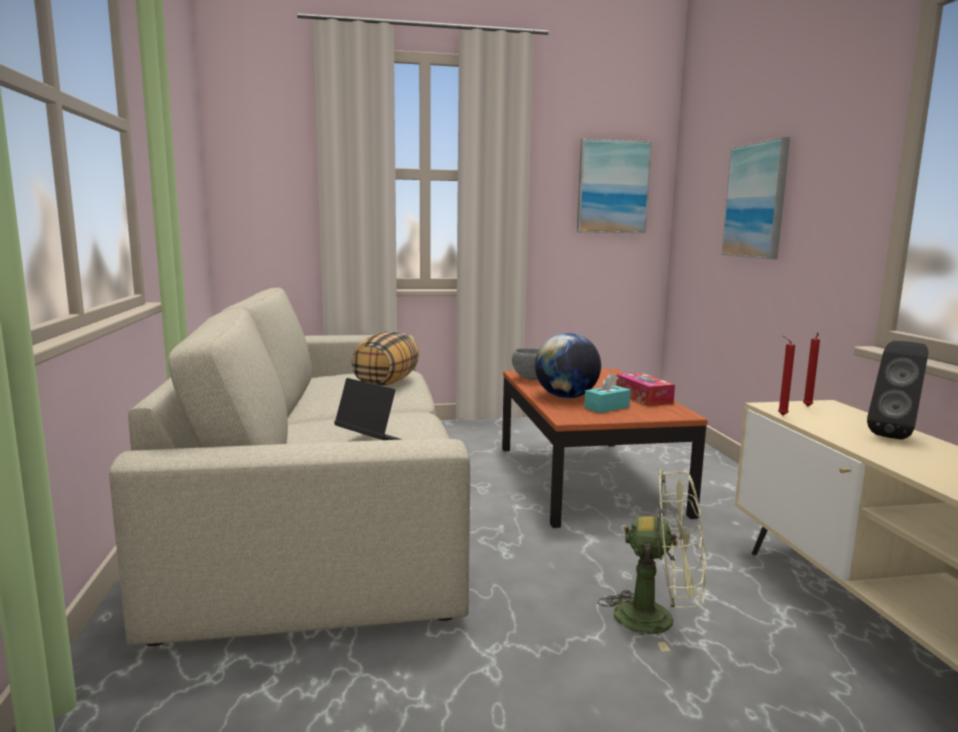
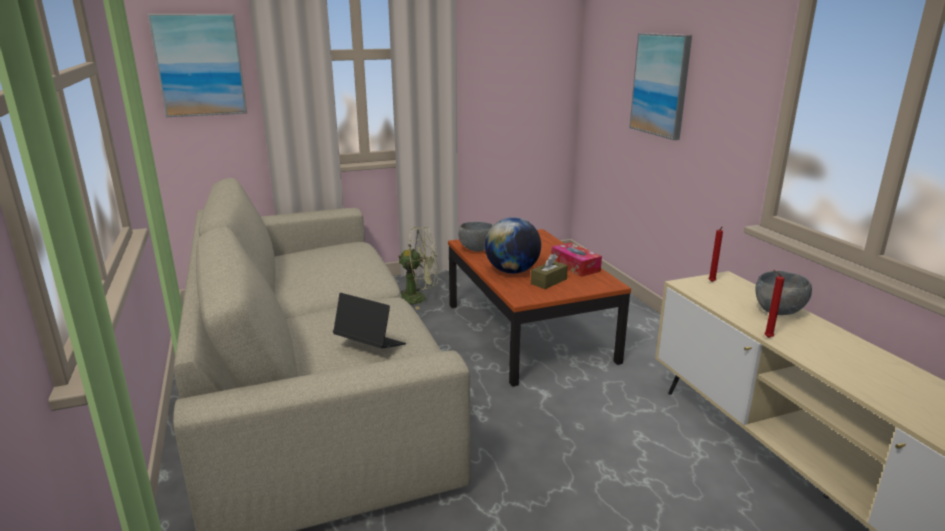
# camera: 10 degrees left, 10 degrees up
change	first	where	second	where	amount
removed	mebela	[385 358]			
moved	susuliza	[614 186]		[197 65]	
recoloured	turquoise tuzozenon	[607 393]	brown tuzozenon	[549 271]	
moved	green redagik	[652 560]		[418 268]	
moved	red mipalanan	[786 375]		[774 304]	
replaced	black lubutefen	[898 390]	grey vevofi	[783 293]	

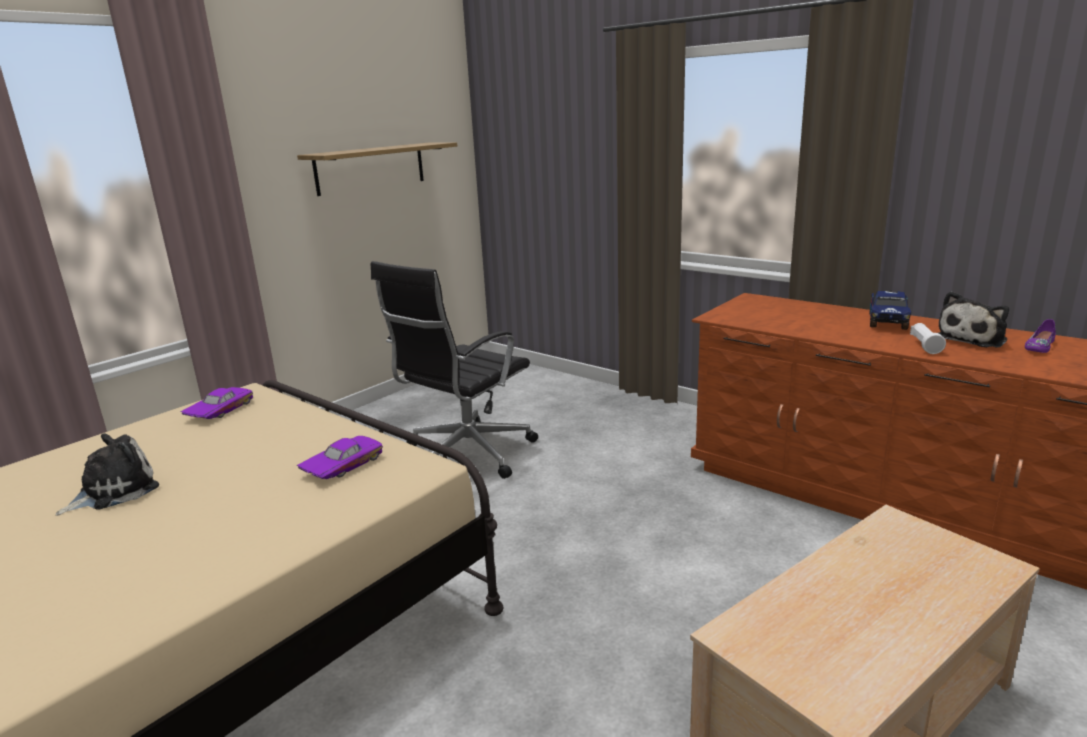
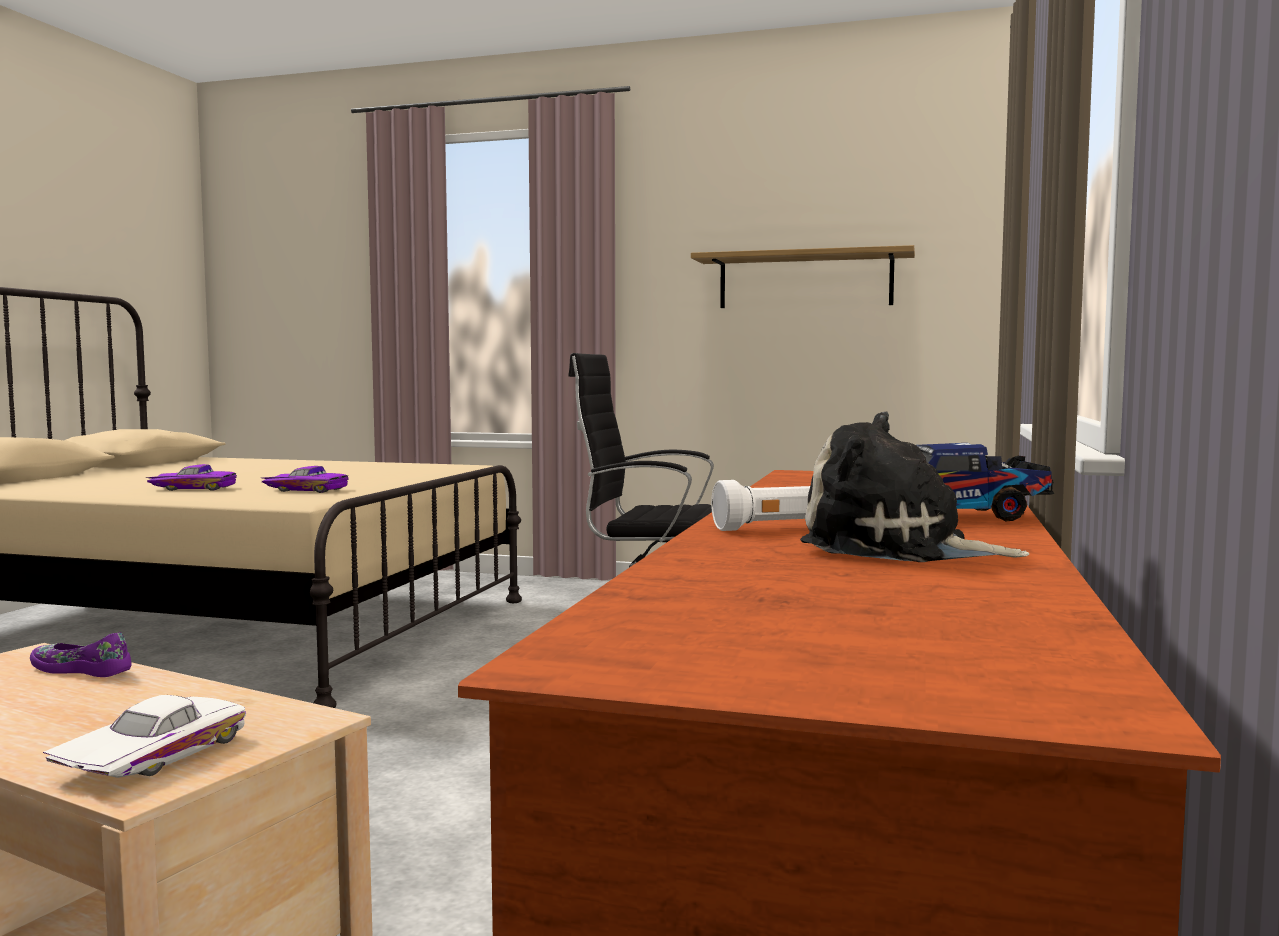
# camera: 65 degrees right, 15 degrees down
change	first	where	second	where	amount
removed	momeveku	[107 474]			
moved	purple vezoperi	[217 403]		[191 477]	
moved	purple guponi	[1040 336]		[81 654]	
added			white vezoperi	[144 736]	

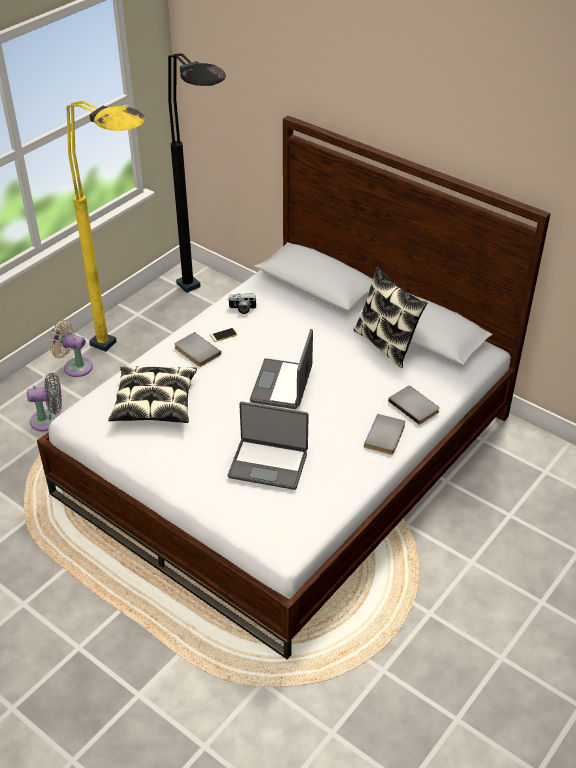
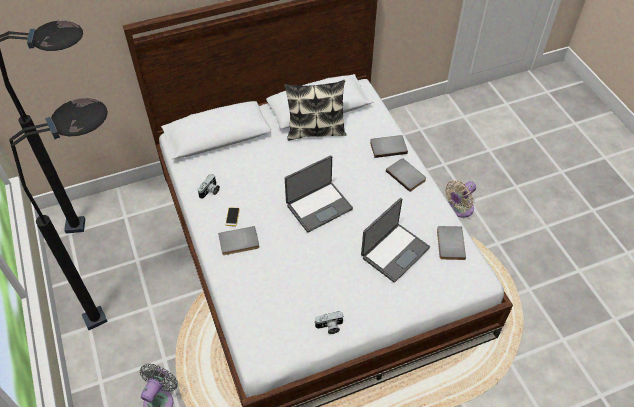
# camera: 60 degrees left, 10 degrees up
change	first	where	second	where	amount
moved	beige redagik	[71 348]		[460 199]	
recoloured	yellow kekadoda	[105 226]	black kekadoda	[58 214]	
removed	mebela	[152 394]			
turned	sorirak	[281 369]		[319 193]	75 degrees counterclockwise
added			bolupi	[329 322]	
added			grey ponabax	[451 243]	

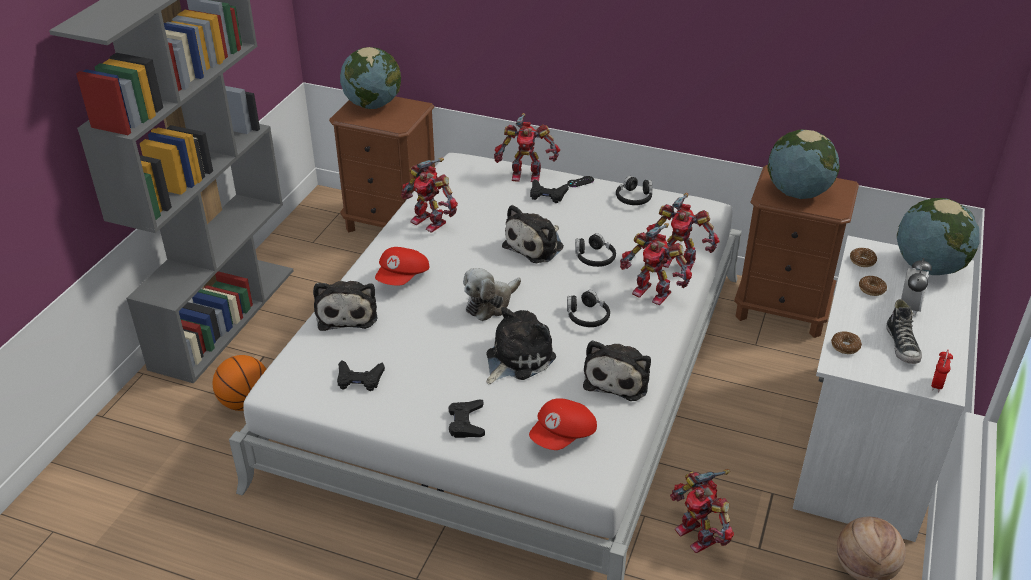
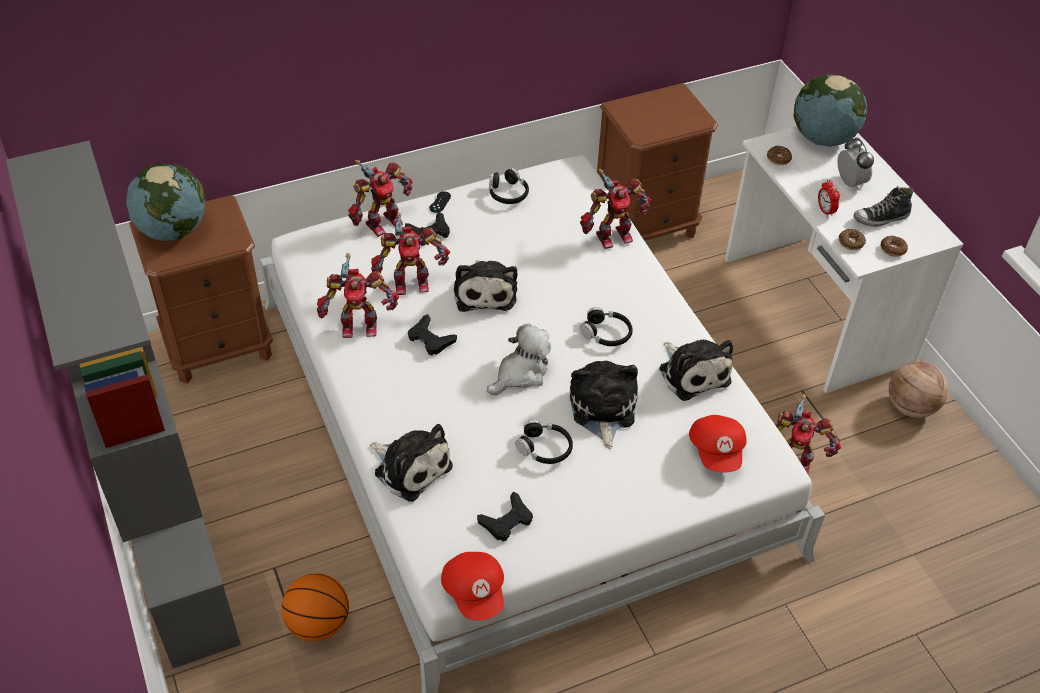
# camera: 45 degrees left, 10 degrees up
change	first	where	second	where	amount
moved	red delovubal	[402 266]		[472 586]	
moved	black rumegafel	[466 418]		[432 334]	
turned	momeveku	[492 294]		[519 359]	135 degrees counterclockwise
moved	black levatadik	[595 250]		[544 441]	
moved	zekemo	[656 264]		[410 253]	
removed	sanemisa	[803 164]			
moved	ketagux	[873 286]		[894 246]	
turned	guponi	[904 331]		[883 206]	120 degrees clockwise
moved	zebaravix	[942 371]		[829 198]	

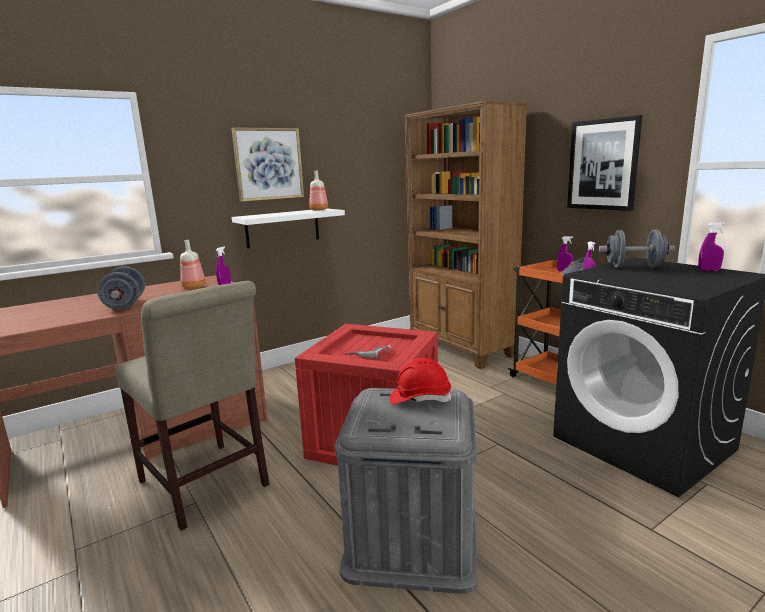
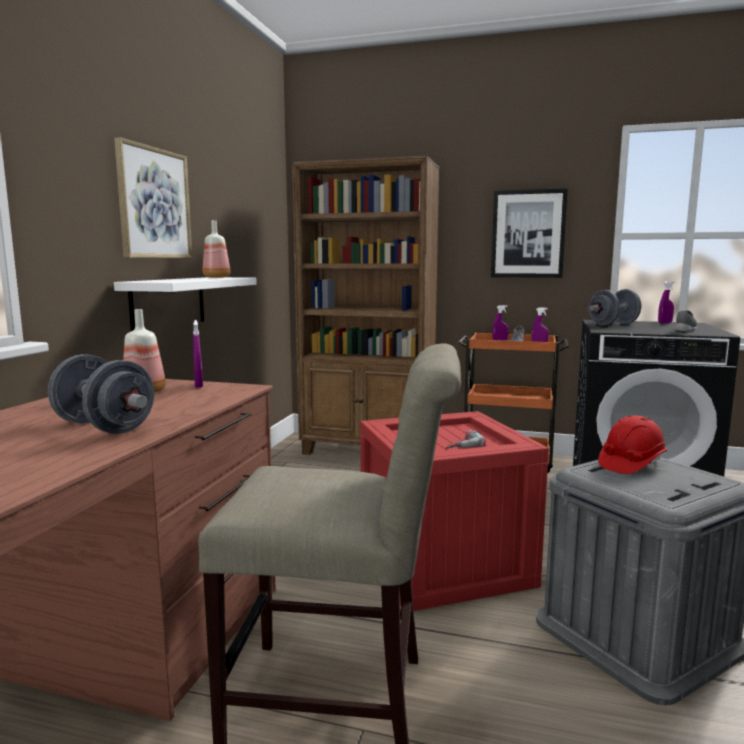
# camera: 40 degrees left, 5 degrees down
change	first	where	second	where	amount
added			grey guponi	[686 321]	

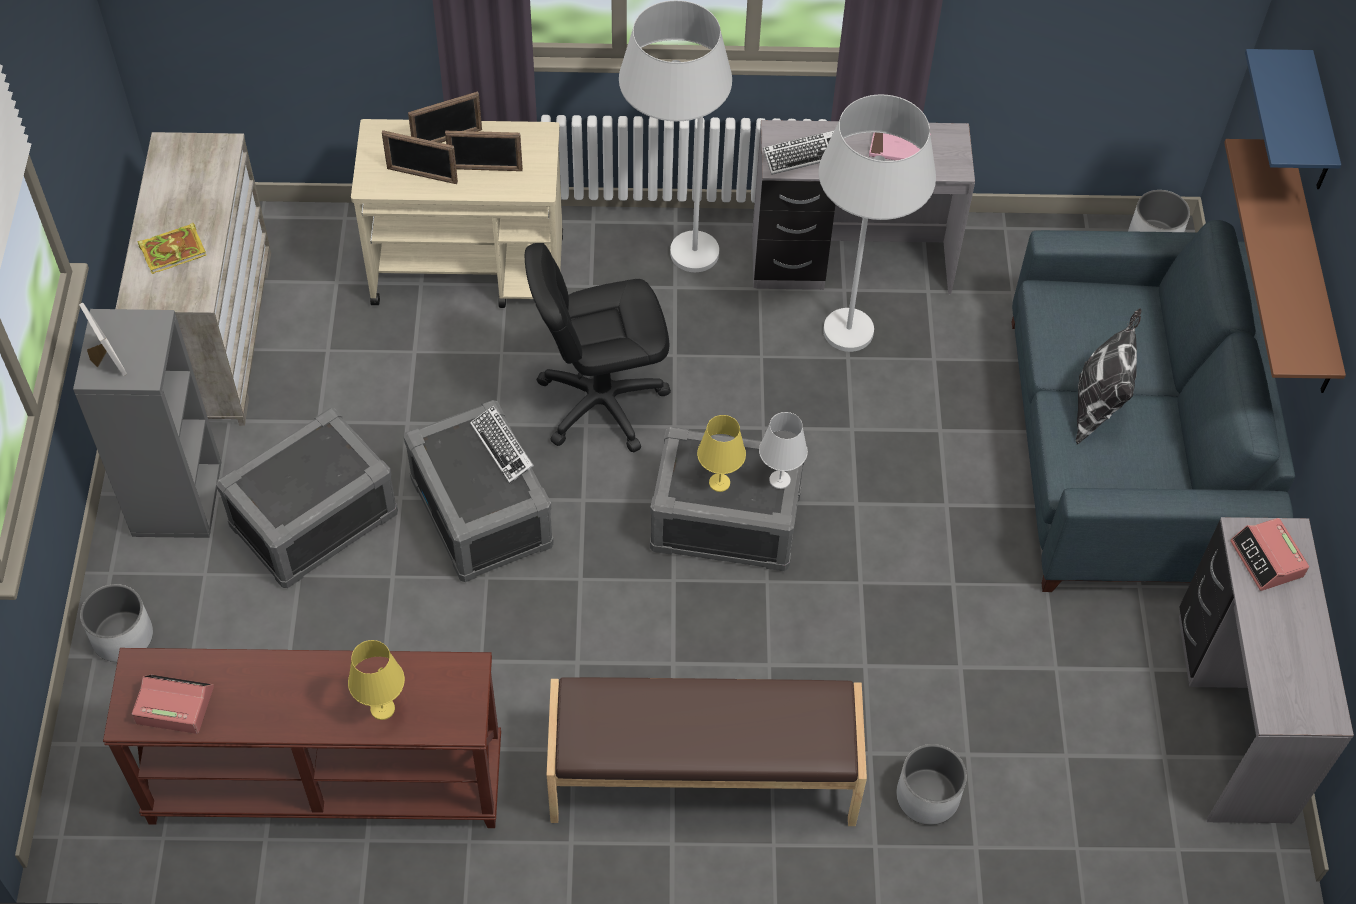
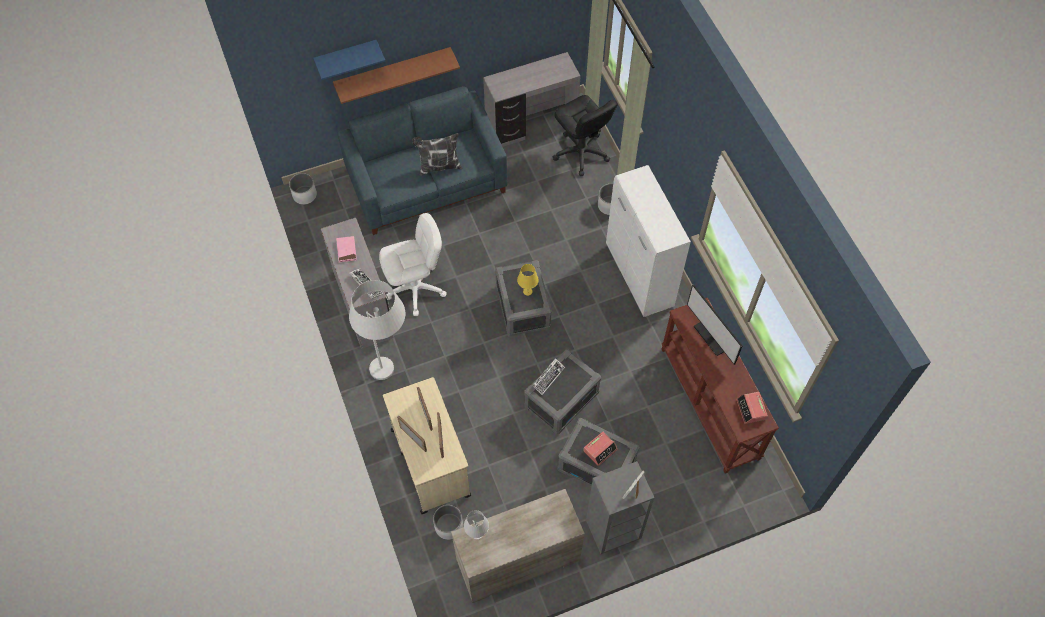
# camera: 110 degrees left, 5 degrees up
change	first	where	second	where	amount
moved	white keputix	[116 623]		[448 522]	
removed	ponabax	[171 248]			
replaced	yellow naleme	[376 680]	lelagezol	[715 324]	
moved	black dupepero	[598 348]		[585 135]	
replaced	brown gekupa	[707 751]	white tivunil	[648 241]	
moved	white naleme	[783 450]		[476 525]	
replaced	white kekadoda	[877 223]	white dupepero	[413 264]	
moved	zebaravix	[1269 554]		[600 449]	

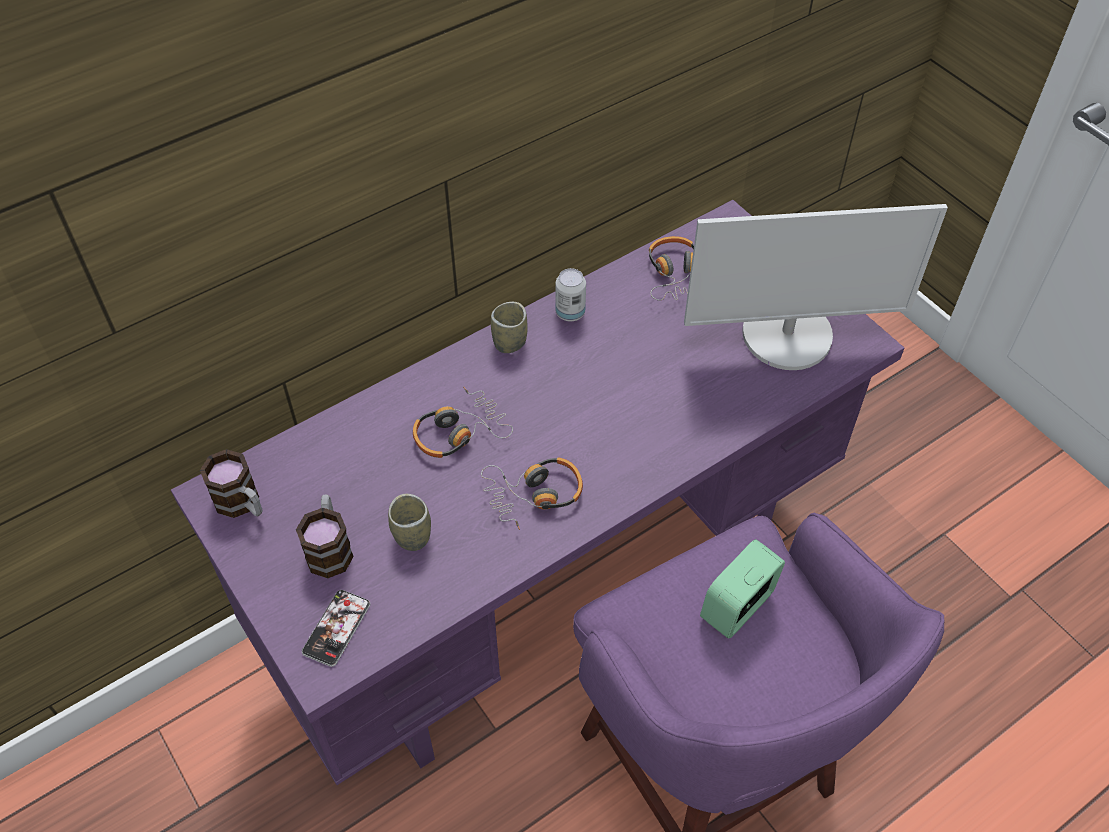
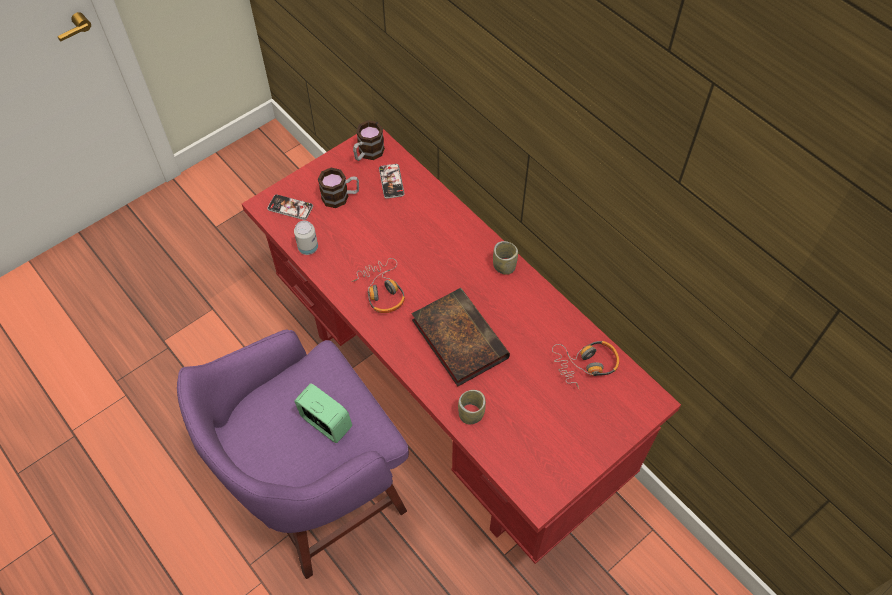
# camera: 85 degrees right, 5 degrees up
change	first	where	second	where	amount
recoloured	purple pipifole	[537 492]	red pipifole	[461 346]	
moved	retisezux	[409 522]		[472 407]	
removed	levatadik	[463 422]			
moved	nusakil	[571 294]		[306 238]	
removed	lelagezol	[816 287]			
added			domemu	[392 181]	
added			ponabax	[460 337]	

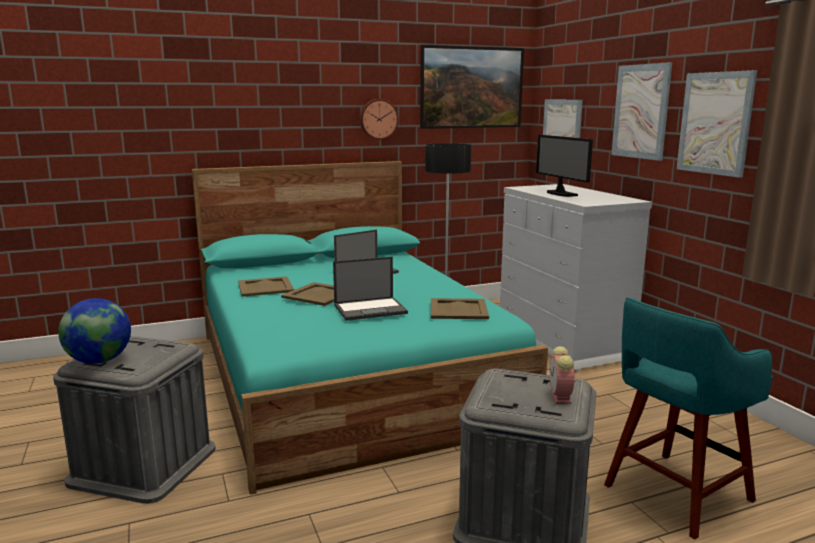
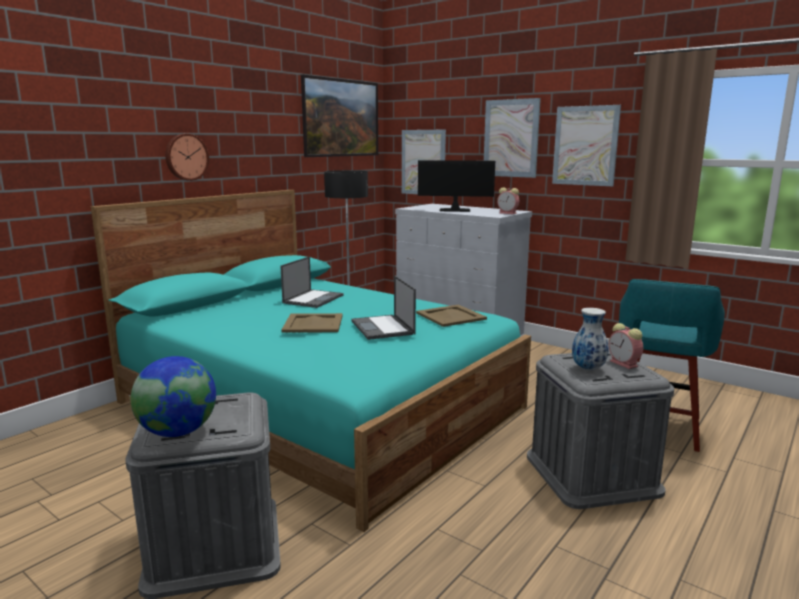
# camera: 30 degrees left, 0 degrees up
change	first	where	second	where	amount
removed	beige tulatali	[266 286]			
turned	sorirak	[370 289]		[384 308]	120 degrees clockwise
moved	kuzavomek	[379 119]		[187 157]	
turned	lelagezol	[564 166]		[456 186]	150 degrees clockwise
added			zebaravix	[508 200]	
added			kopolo	[590 339]	

